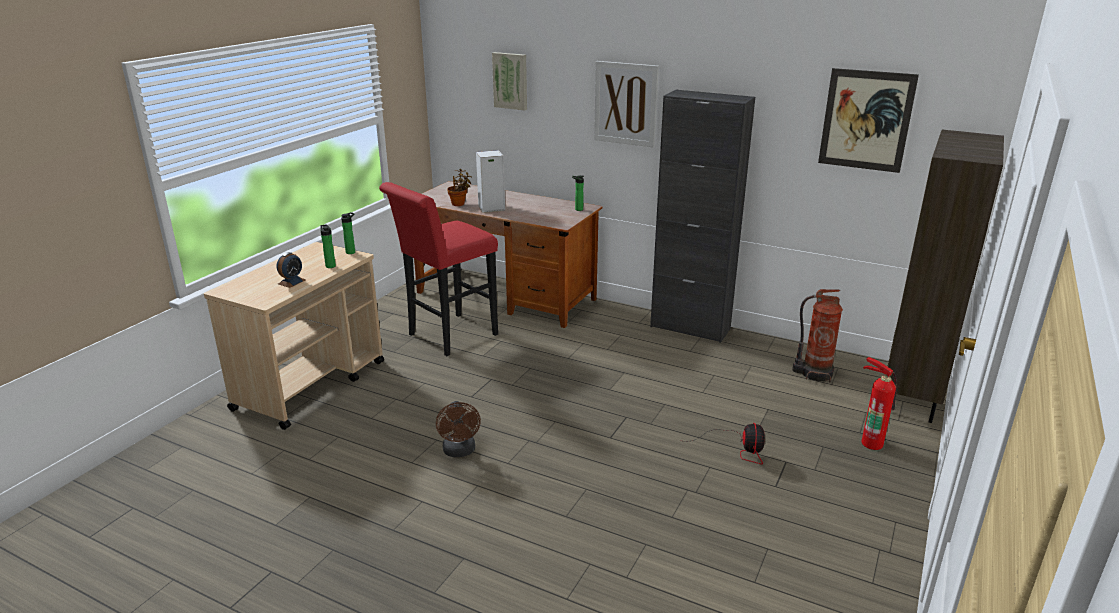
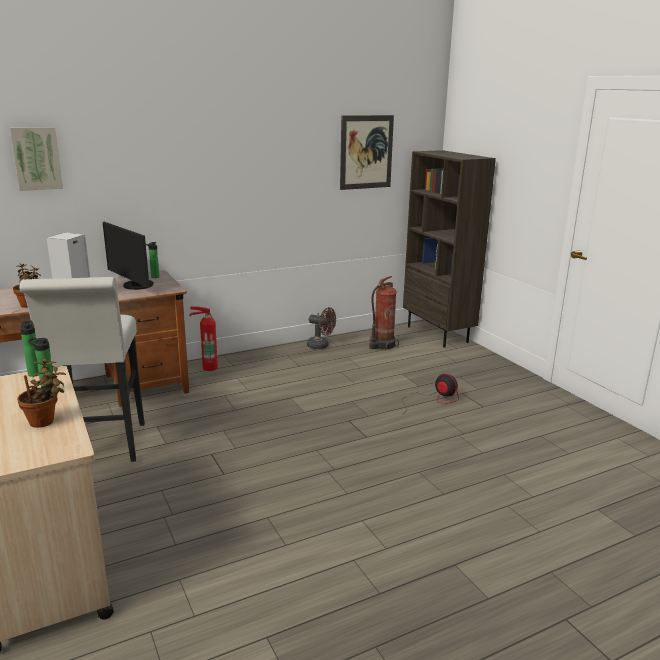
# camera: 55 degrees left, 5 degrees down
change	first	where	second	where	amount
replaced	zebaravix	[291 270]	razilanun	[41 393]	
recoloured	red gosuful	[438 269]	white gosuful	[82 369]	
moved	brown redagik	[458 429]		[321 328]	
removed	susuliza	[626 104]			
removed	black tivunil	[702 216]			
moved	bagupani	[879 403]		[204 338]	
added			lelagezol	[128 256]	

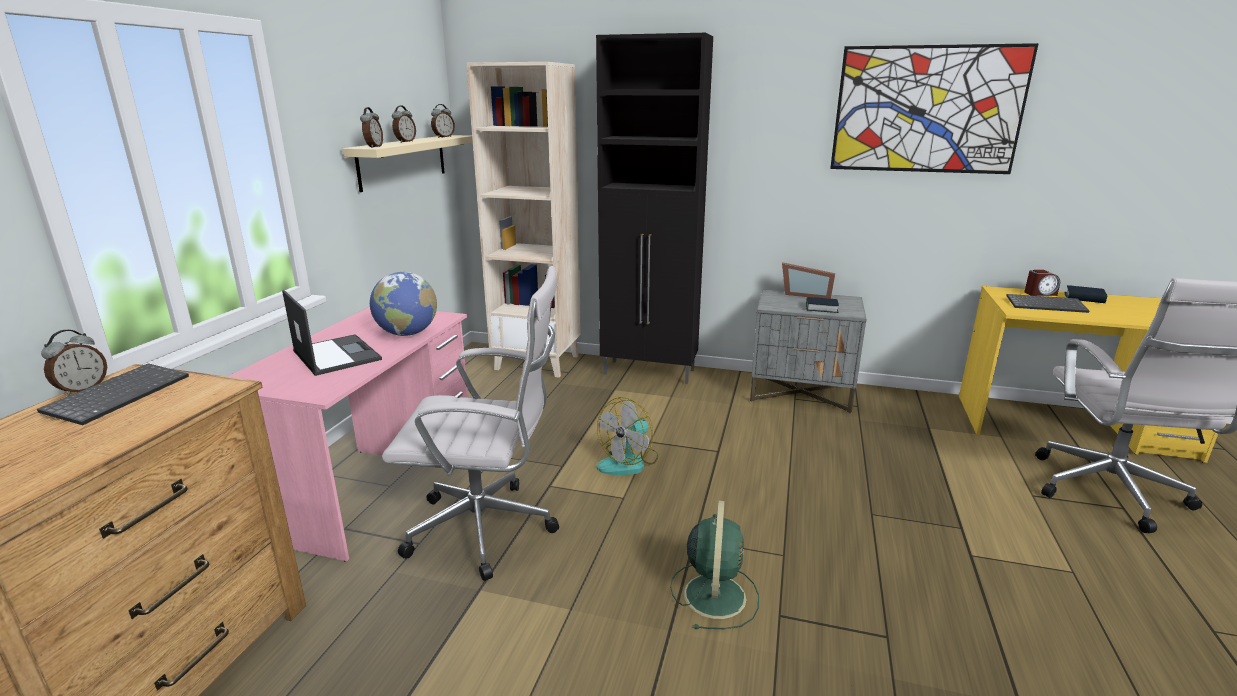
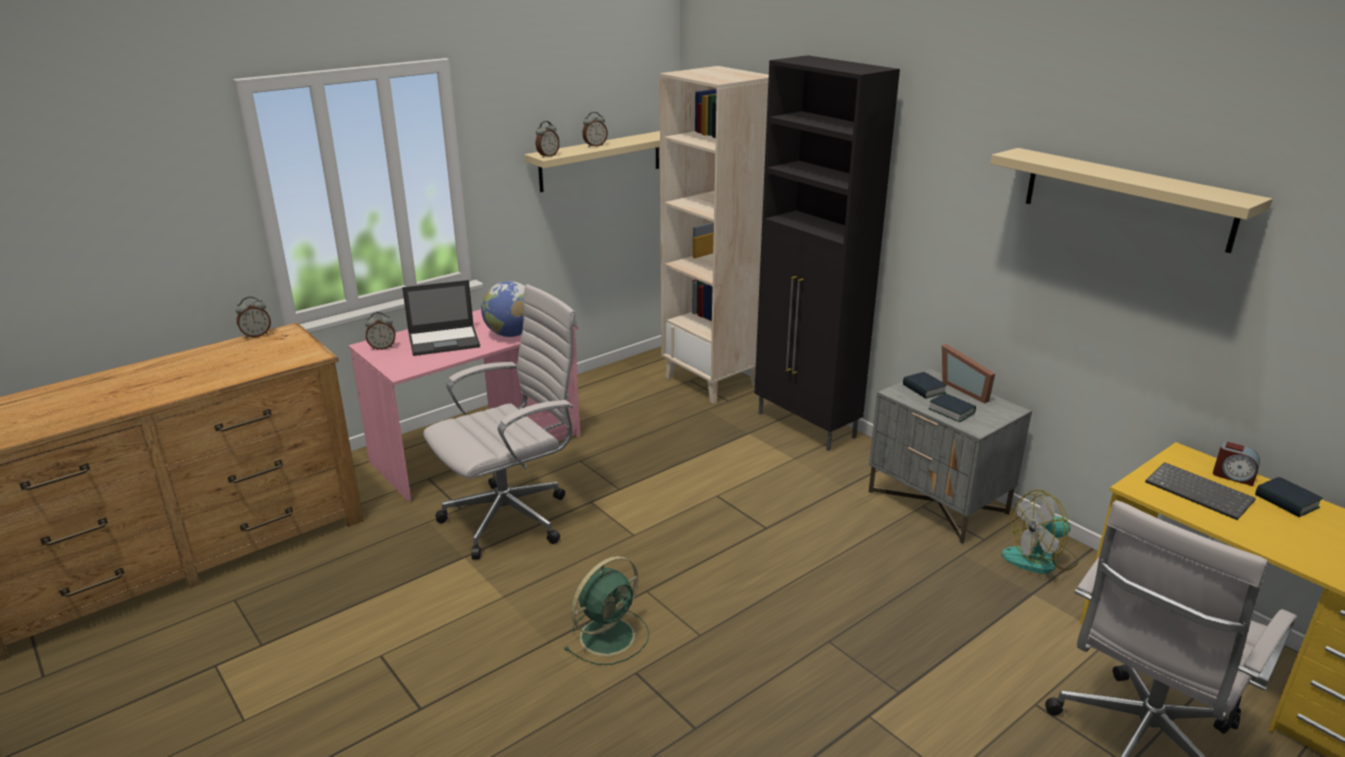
# camera: 35 degrees right, 5 degrees up
change	first	where	second	where	amount
removed	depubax	[113 394]			
turned	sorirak	[332 333]		[441 318]	75 degrees clockwise
turned	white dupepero	[470 423]		[500 421]	75 degrees counterclockwise
moved	zebaravix	[443 121]		[380 331]	
moved	redagik	[627 436]		[1040 532]	
replaced	susuliza	[934 108]	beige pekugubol	[1131 200]	
added			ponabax	[925 385]	

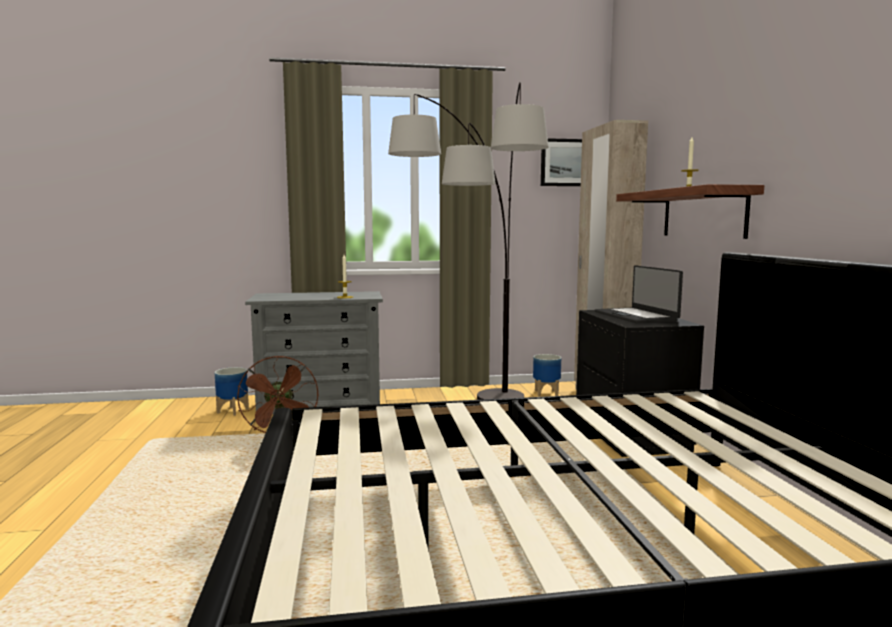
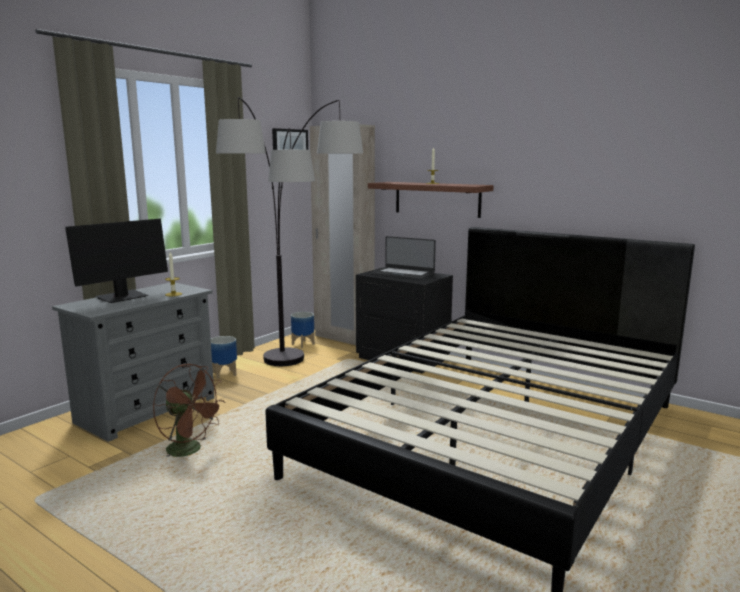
# camera: 45 degrees left, 5 degrees up
change	first	where	second	where	amount
moved	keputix	[231 391]		[224 357]	
added			lelagezol	[116 261]	

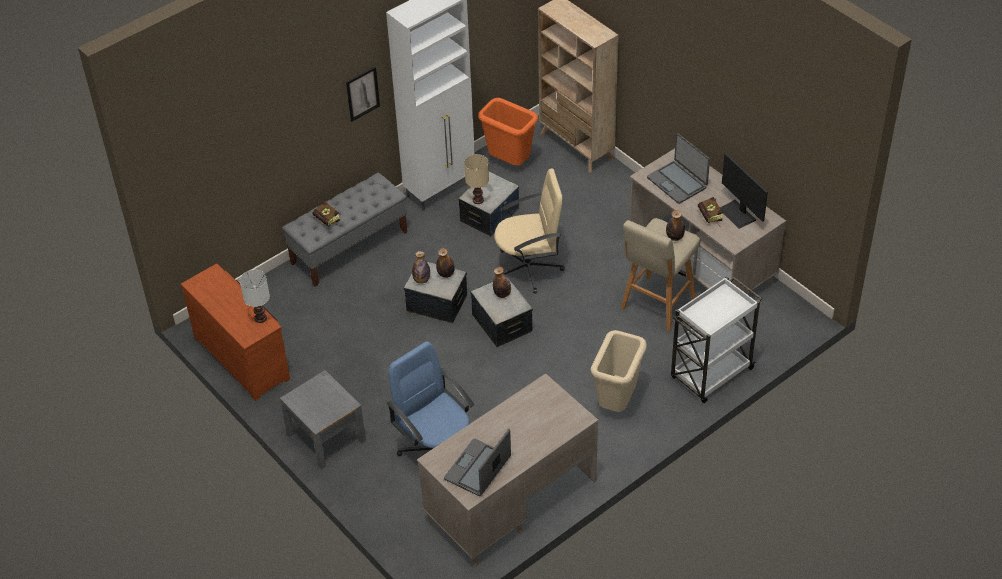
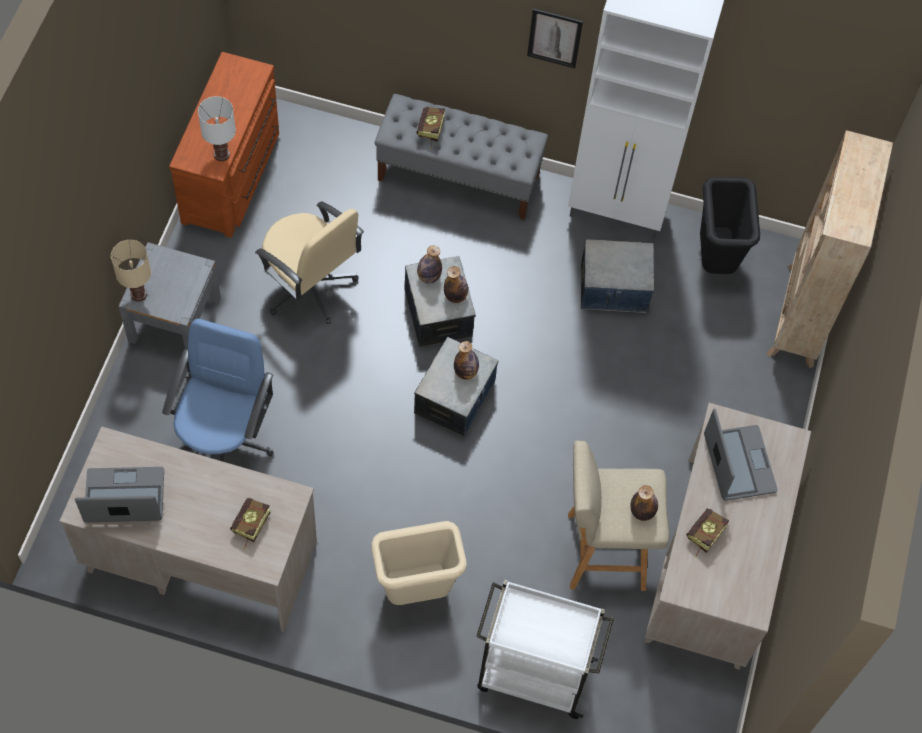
# camera: 50 degrees right, 15 degrees up
change	first	where	second	where	amount
moved	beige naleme	[476 179]		[131 271]	
recoloured	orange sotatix	[508 132]	black sotatix	[730 225]	
moved	beige dupepero	[529 231]		[309 263]	
turned	sorirak	[678 168]		[741 455]	150 degrees clockwise
removed	lelagezol	[744 191]			
added			ponabax	[250 524]	

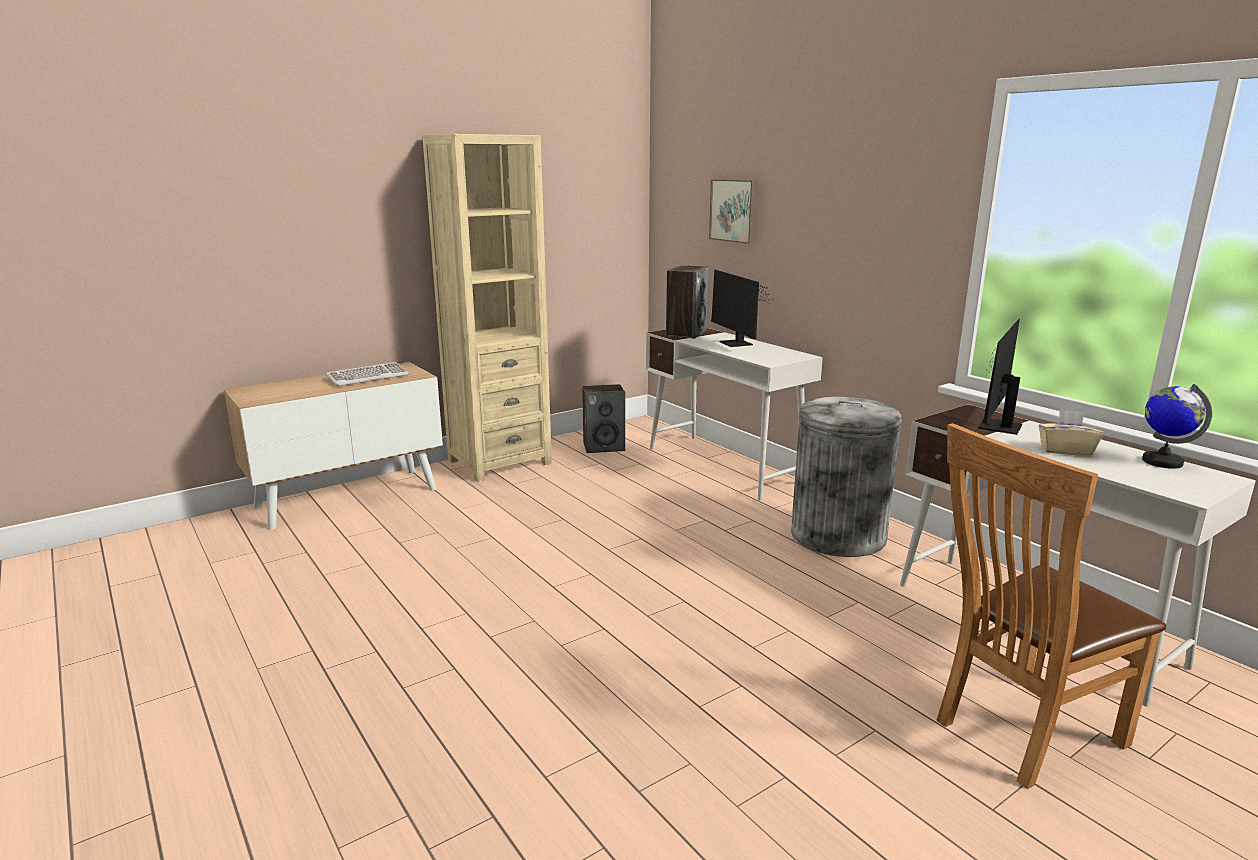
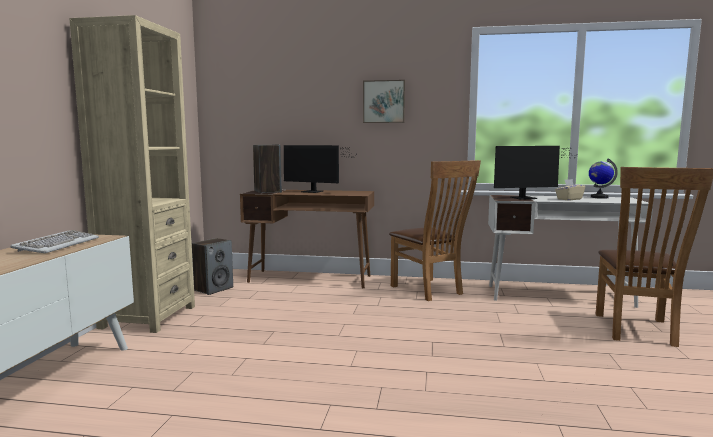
# camera: 45 degrees left, 10 degrees down
change	first	where	second	where	amount
recoloured	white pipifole	[734 414]	brown pipifole	[307 239]	
moved	susuliza	[733 211]		[384 101]	
replaced	grey sotatix	[846 477]	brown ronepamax	[435 230]	
turned	lelagezol	[1000 377]		[536 173]	90 degrees counterclockwise

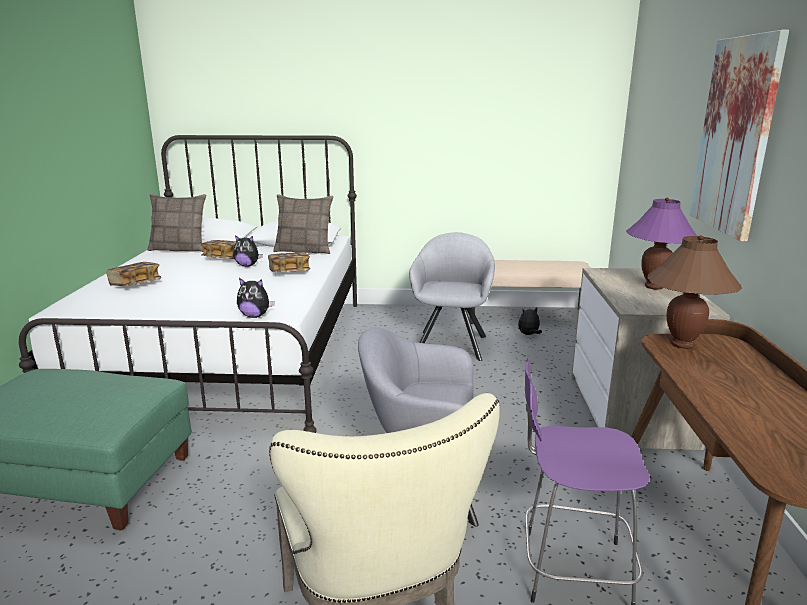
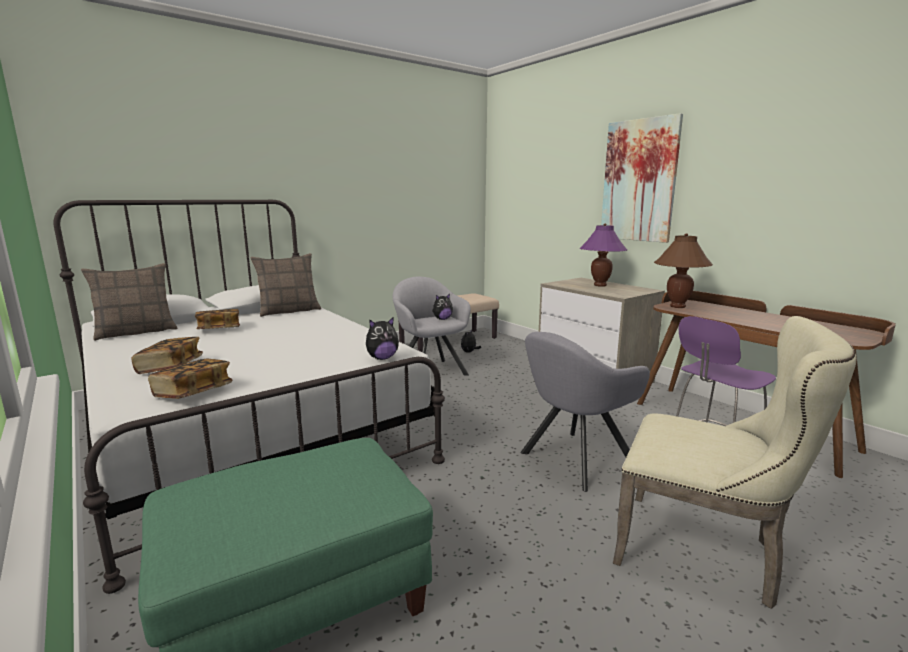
# camera: 40 degrees left, 5 degrees down
change	first	where	second	where	amount
moved	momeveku	[248 251]		[442 307]	
moved	ponabax	[289 262]		[190 378]	

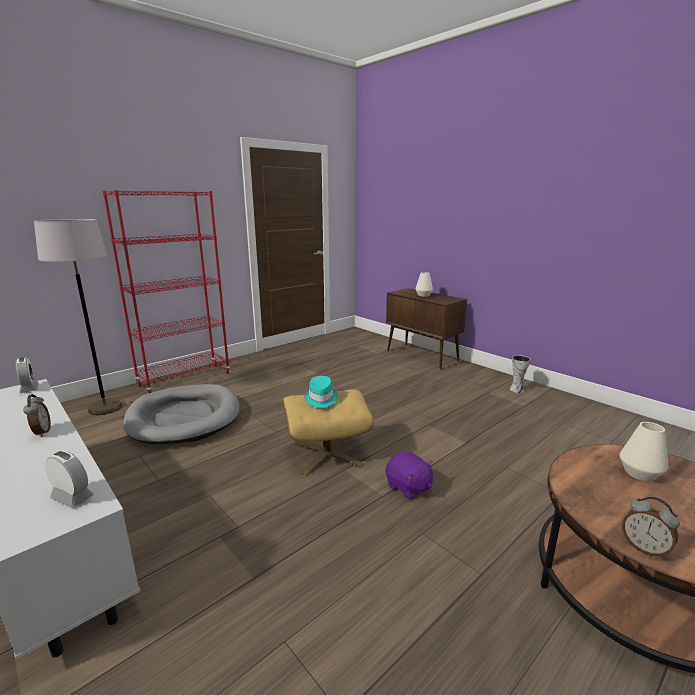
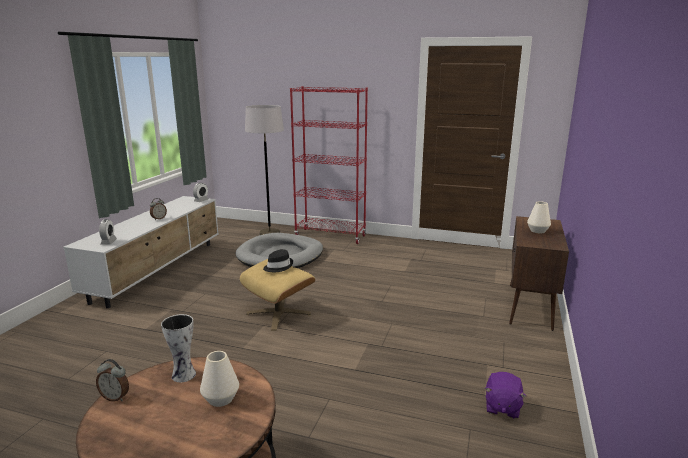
# camera: 60 degrees right, 0 degrees up
change	first	where	second	where	amount
recoloured	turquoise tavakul	[321 392]	black tavakul	[278 260]	
moved	purple momeveku	[409 476]		[505 395]	
moved	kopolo	[520 374]		[178 348]	
turned	zebaravix	[651 528]		[112 380]	90 degrees counterclockwise

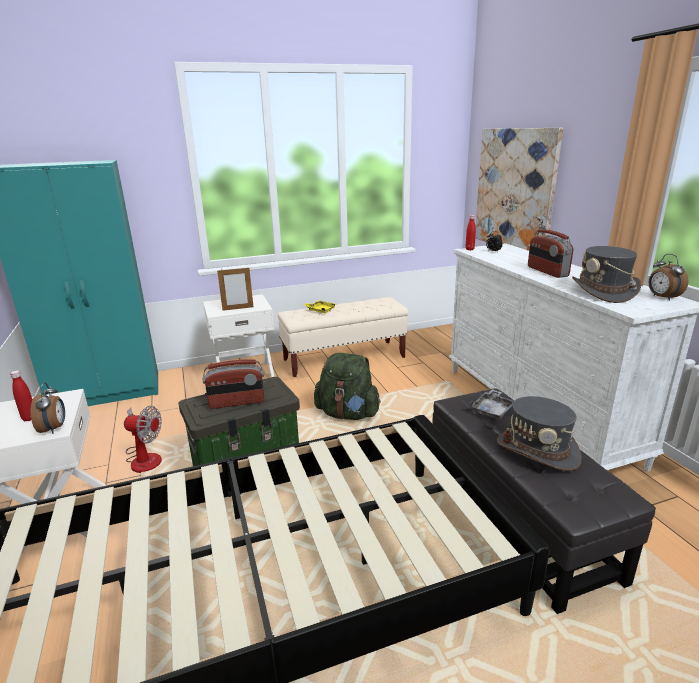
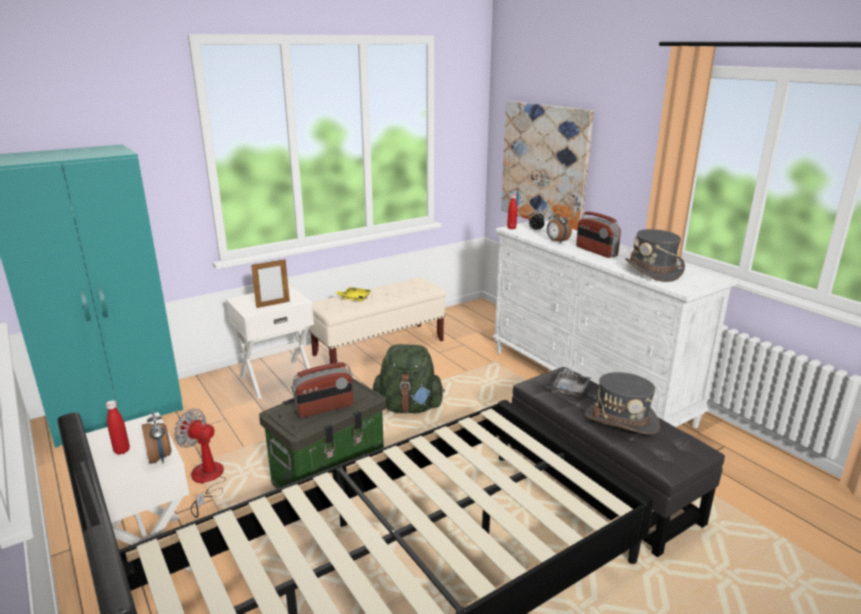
# camera: 15 degrees left, 0 degrees up
change	first	where	second	where	amount
turned	redagik	[143 439]		[200 463]	150 degrees counterclockwise
moved	zebaravix	[668 277]		[559 226]	

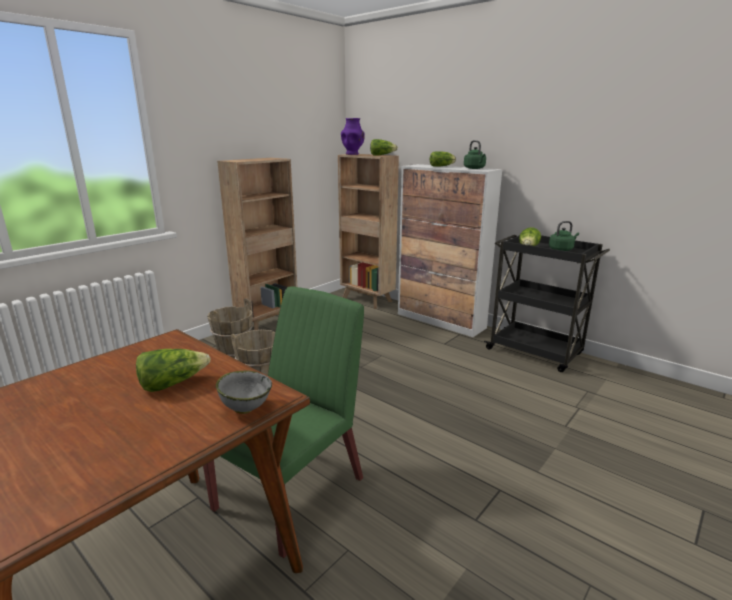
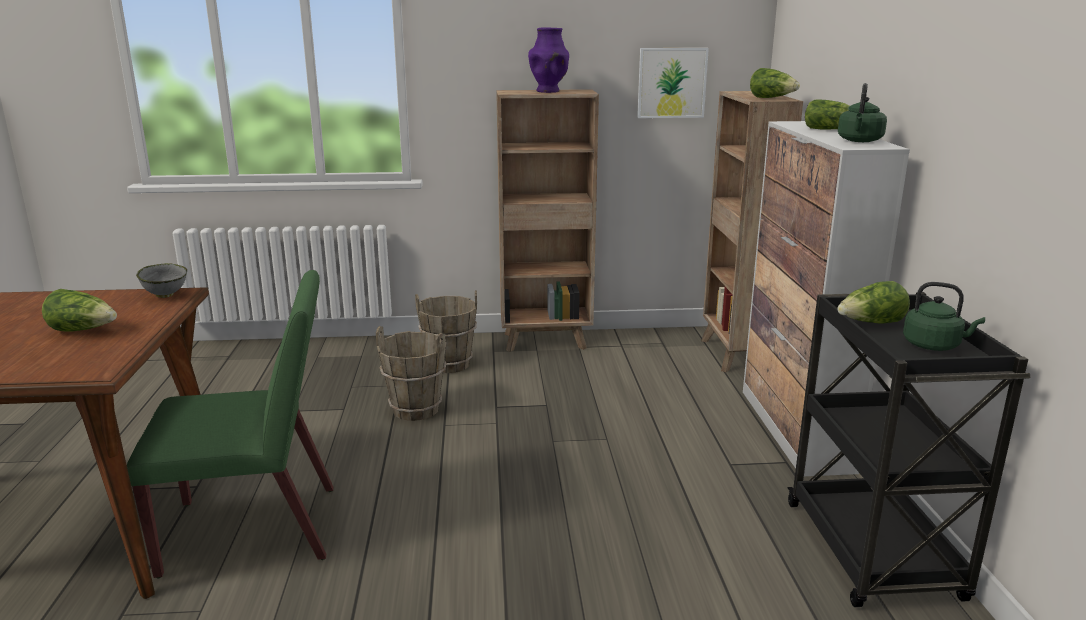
# camera: 45 degrees right, 0 degrees up
change	first	where	second	where	amount
moved	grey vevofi	[244 392]		[161 280]	
moved	purple kopolo	[353 136]		[548 60]	
added			susuliza	[673 83]	

